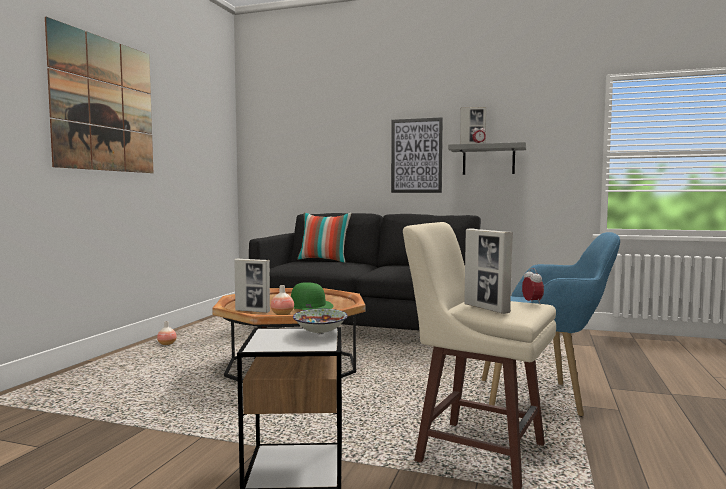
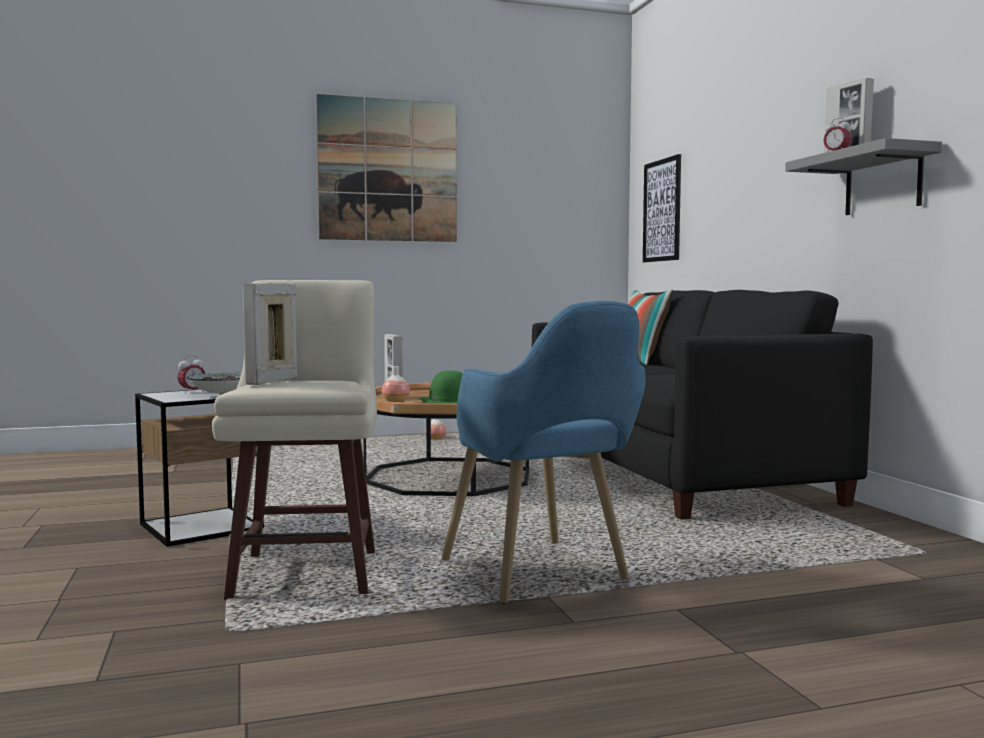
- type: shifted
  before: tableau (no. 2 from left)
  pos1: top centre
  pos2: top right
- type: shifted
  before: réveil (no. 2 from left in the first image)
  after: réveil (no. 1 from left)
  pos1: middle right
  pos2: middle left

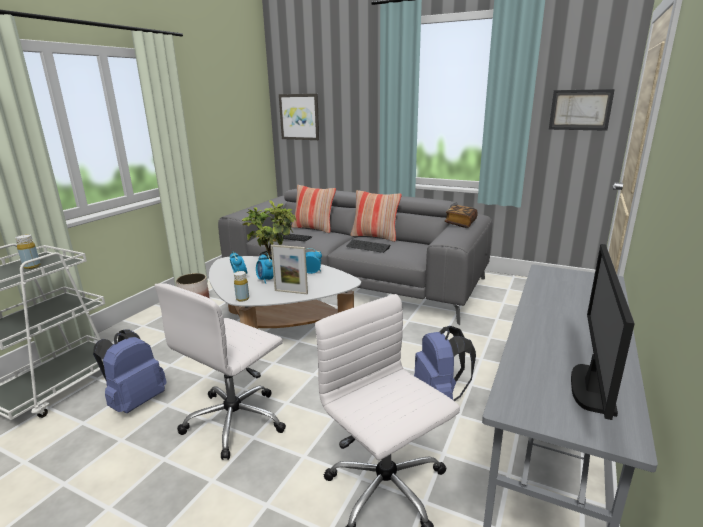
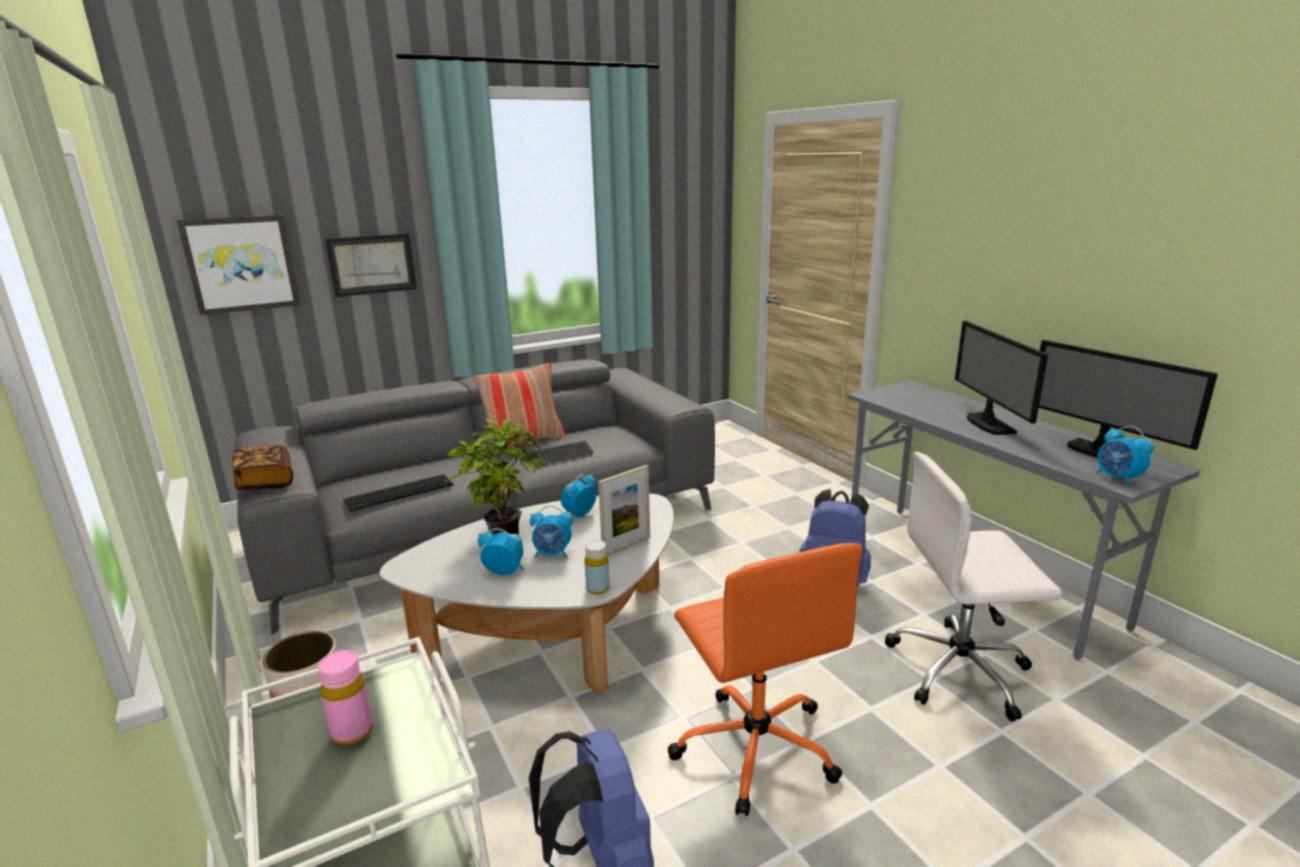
- type: repainted
  before: bouteille [jaune] (no. 1 from left)
  after: bouteille [rose]
  pos1: middle left
  pos2: bottom left
- type: repainted
  before: chaise de bureau [blanc] (no. 1 from left)
  after: chaise de bureau [orange]
  pos1: bottom left
  pos2: bottom centre
- type: gone
  before: coussin (no. 1 from left)
  pos1: centre
- type: shifted
  before: livre
  pos1: centre
  pos2: middle left
- type: shifted
  before: tableau (no. 2 from left)
  pos1: top right
  pos2: top left
- type: new
  after: écran d'ordinateur (no. 1 from left)
  pos2: middle right
- type: new
  after: réveil (no. 4 from left)
  pos2: middle right

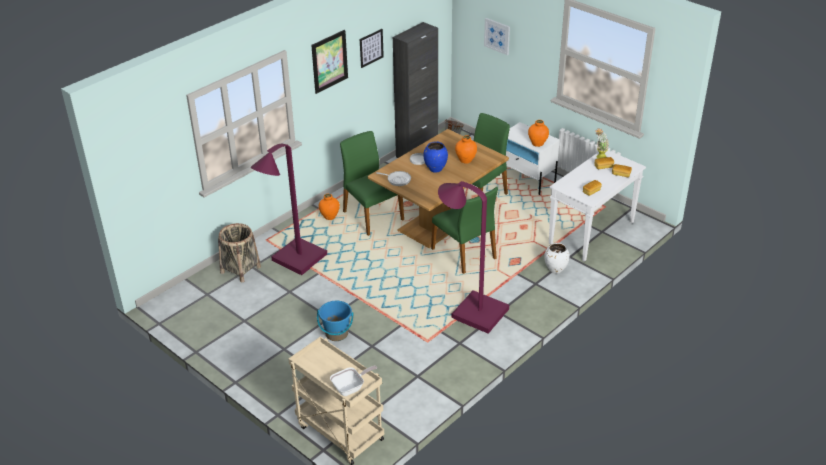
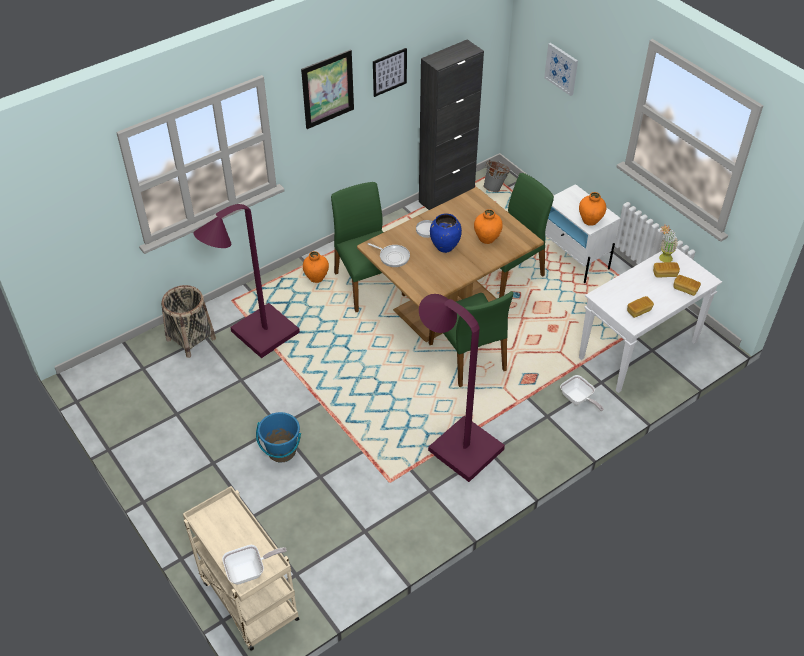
- type: swapped
  before: vase [blanc]
  after: poêle (no. 3 from left)
  pos1: middle right
  pos2: middle right

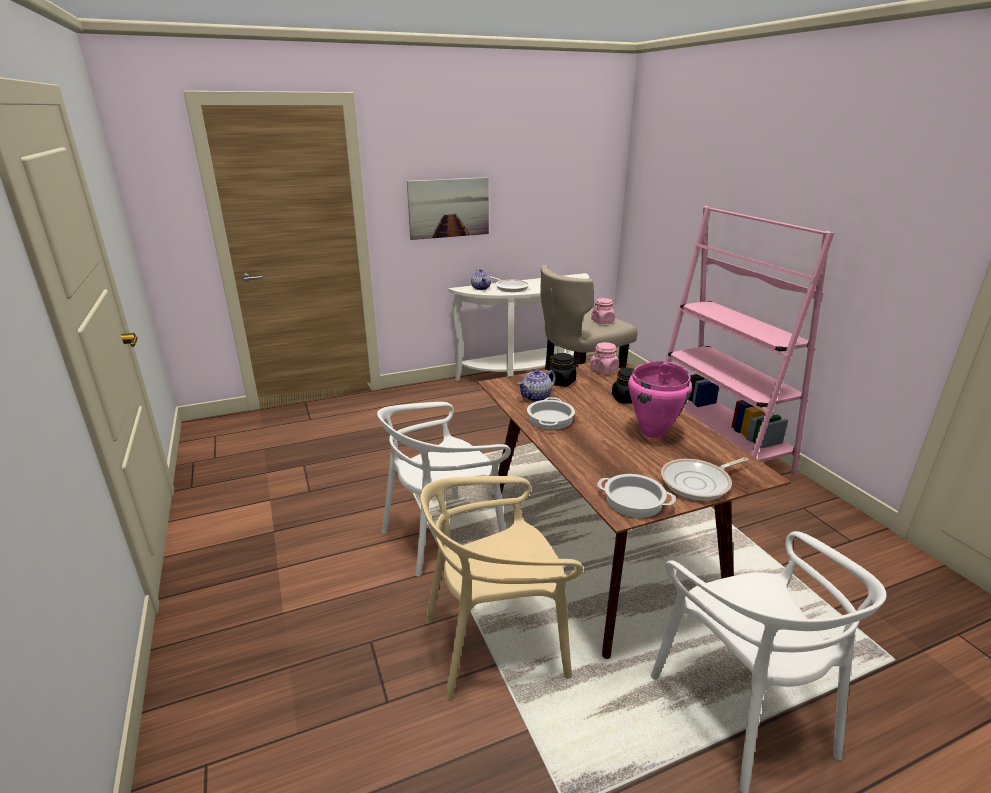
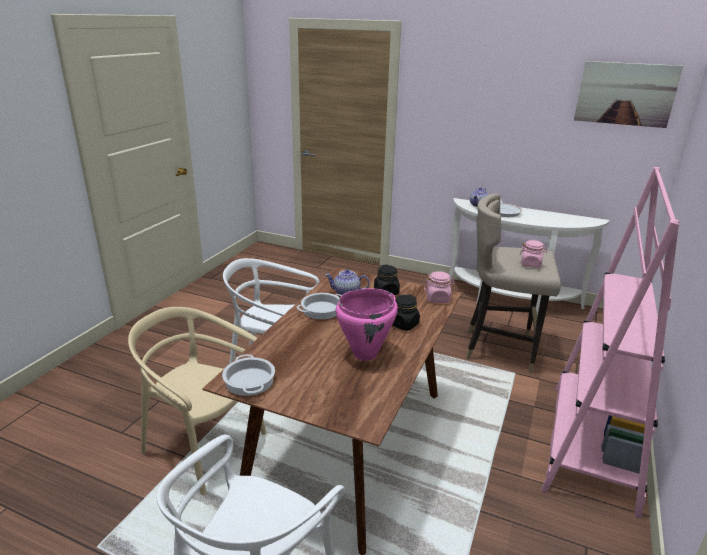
- type: shifted
  before: tableau
  pos1: top centre
  pos2: top right
- type: gone
  before: poêle (no. 2 from left)
  pos1: middle right

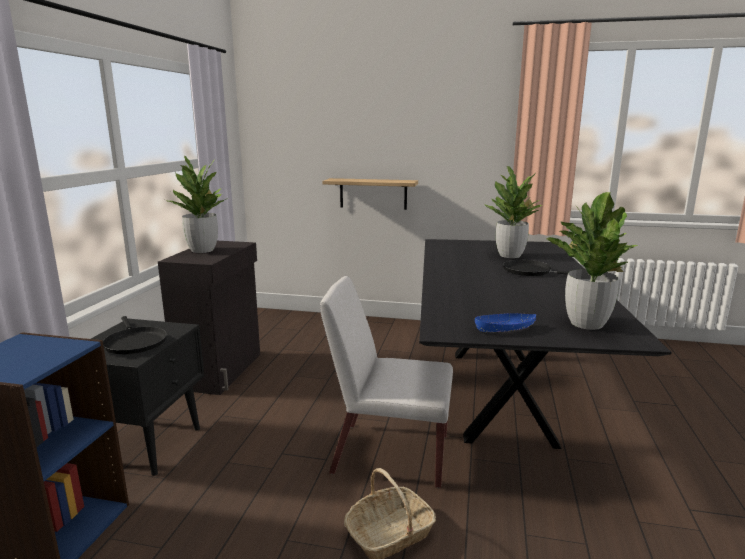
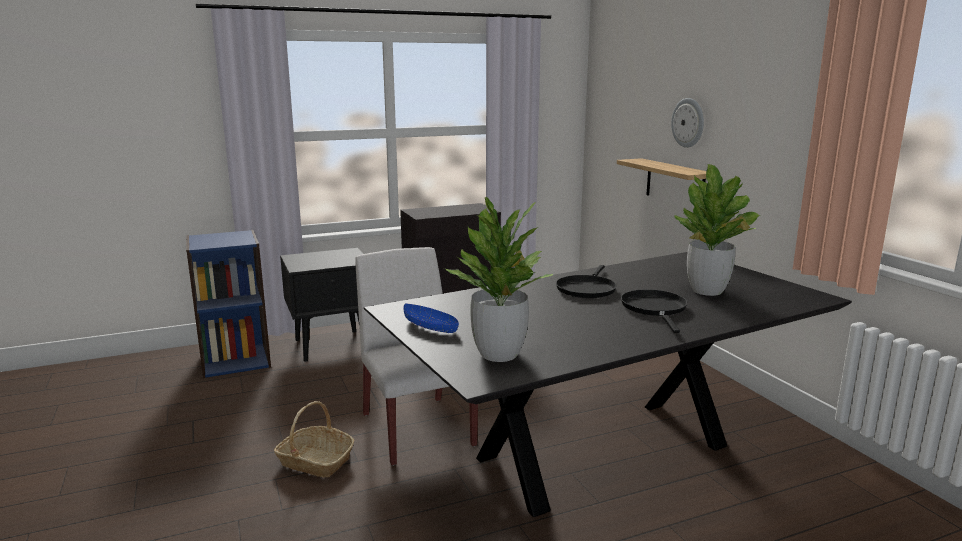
- type: shifted
  before: poêle [noir] (no. 1 from left)
  pos1: middle left
  pos2: centre
- type: gone
  before: plante en pot (no. 1 from left)
  pos1: middle left
- type: new
  after: horloge murale
  pos2: top right

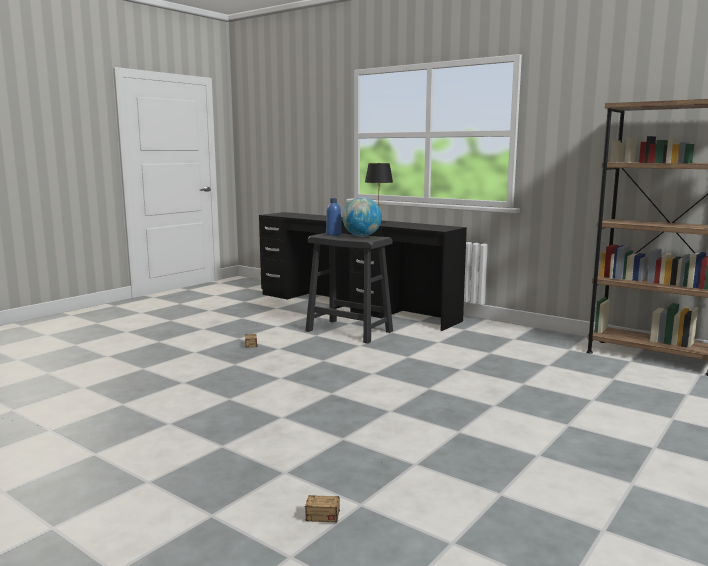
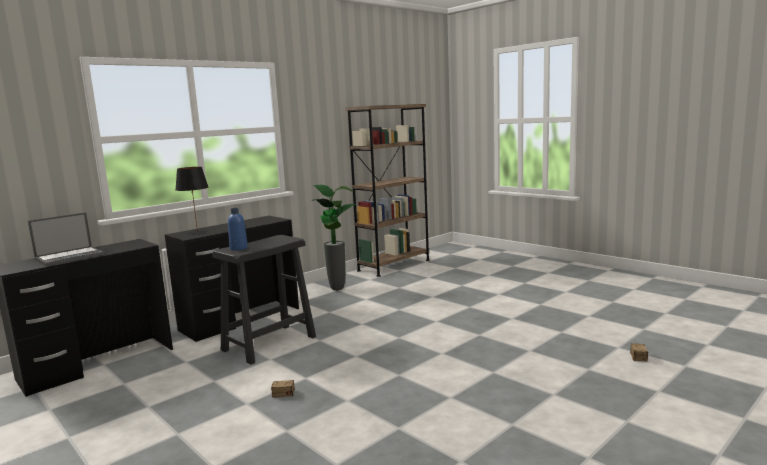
- type: gone
  before: globe
  pos1: centre
- type: new
  after: ordinateur portable
  pos2: middle left
- type: new
  after: plante en pot
  pos2: centre

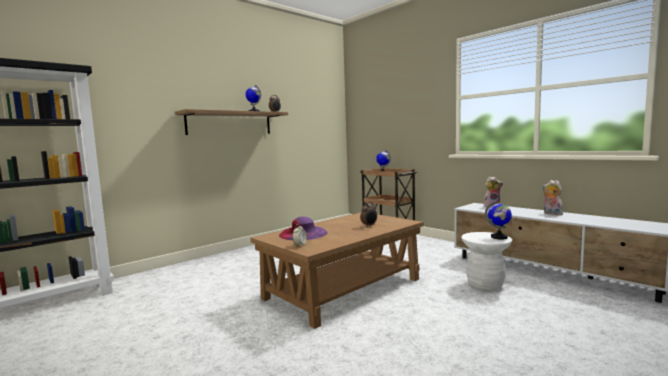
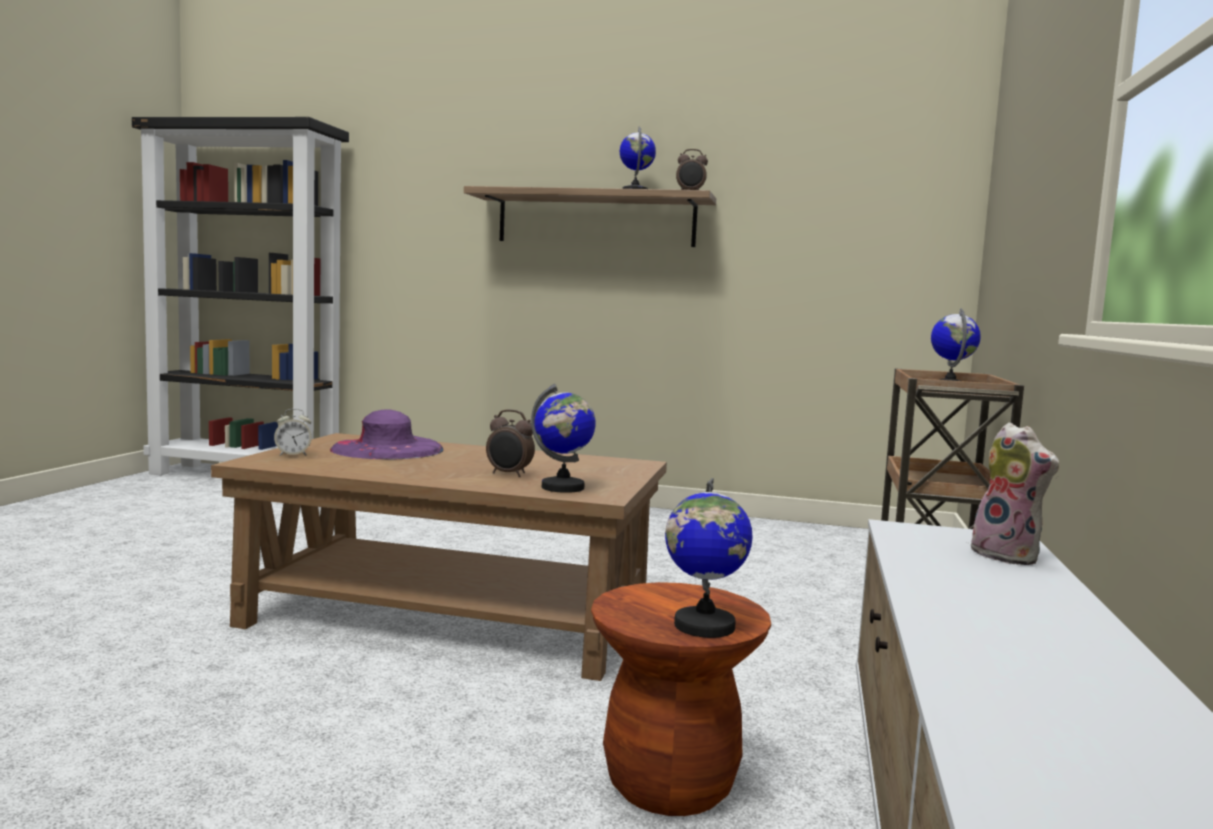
- type: repainted
  before: tabouret [blanc]
  after: tabouret [marron]
  pos1: bottom right
  pos2: bottom centre
- type: gone
  before: peluche (no. 2 from left)
  pos1: middle right
- type: new
  after: globe (no. 1 from left)
  pos2: centre

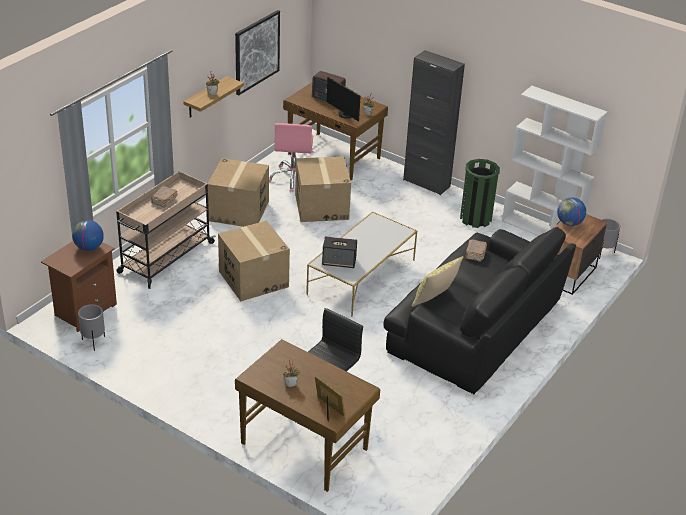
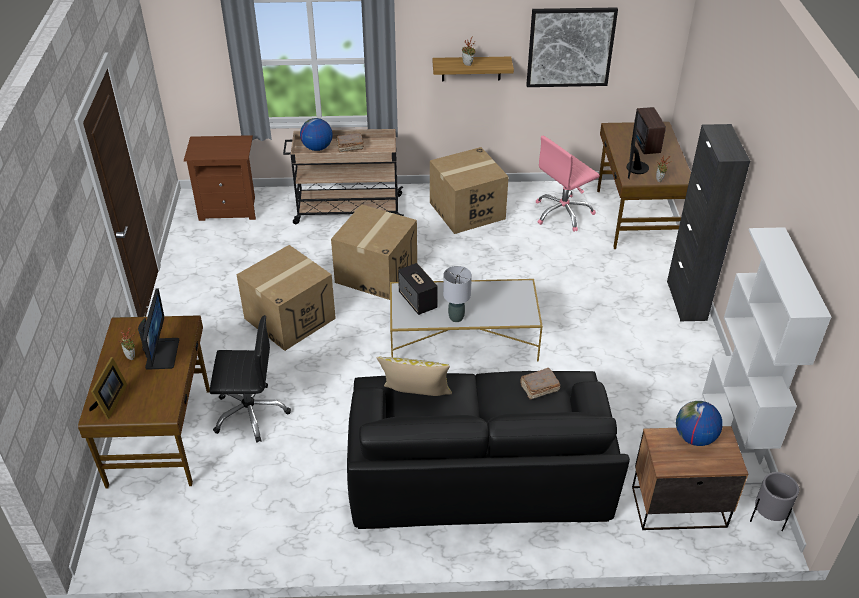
- type: shifted
  before: globe (no. 1 from left)
  pos1: middle left
  pos2: top centre
- type: gone
  before: cache-pot [gris] (no. 1 from left)
  pos1: middle left
- type: shifted
  before: carton (no. 3 from left in the first image)
  after: carton (no. 1 from left)
  pos1: centre
  pos2: middle left
- type: gone
  before: poubelle [vert]
  pos1: middle right
- type: new
  after: écran d'ordinateur (no. 1 from left)
  pos2: middle left
- type: new
  after: lampe de table [gris]
  pos2: centre

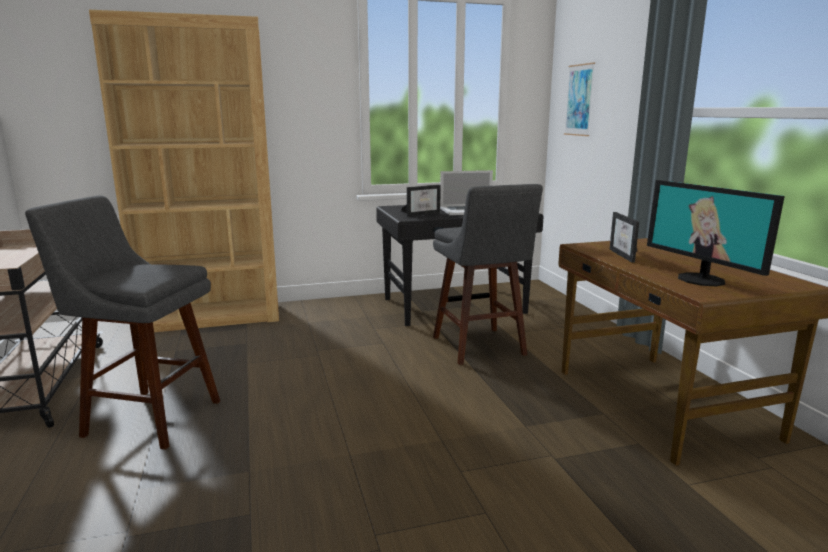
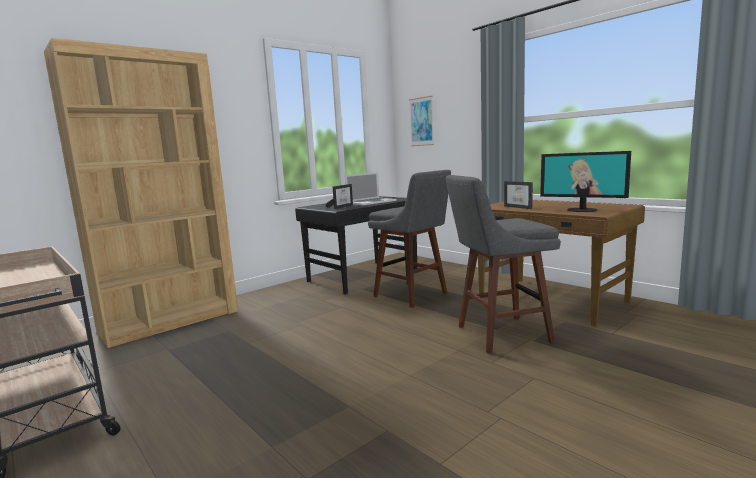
- type: shifted
  before: tabouret [gris] (no. 1 from left in the first image)
  after: tabouret [gris] (no. 2 from left)
  pos1: middle left
  pos2: centre

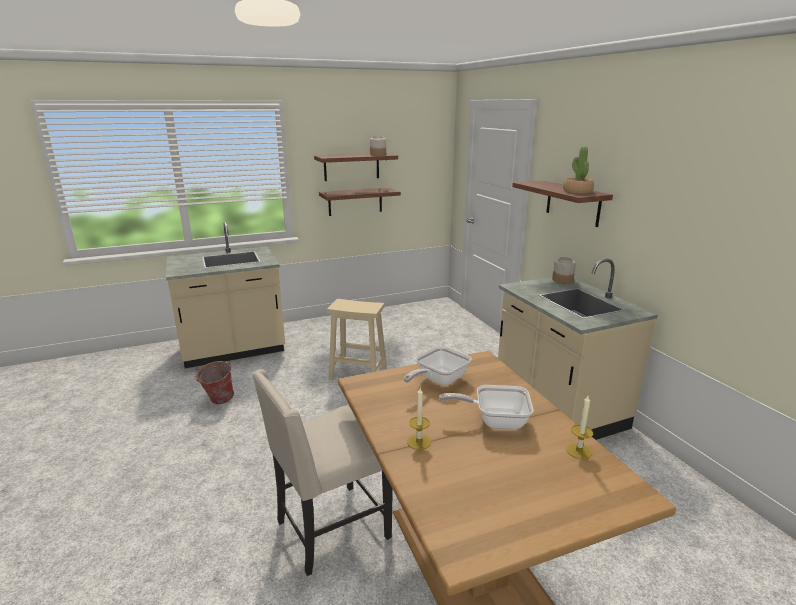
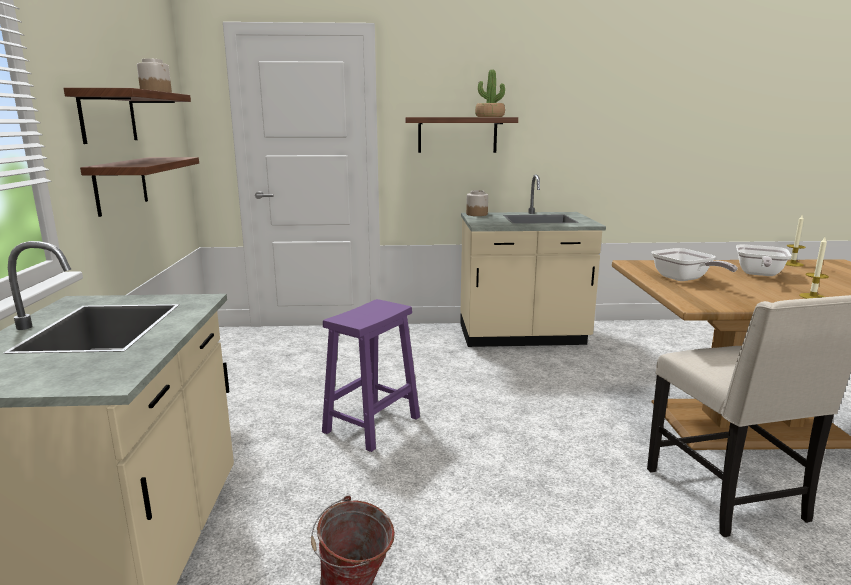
- type: repainted
  before: tabouret [beige]
  after: tabouret [violet]
  pos1: centre
  pos2: centre

